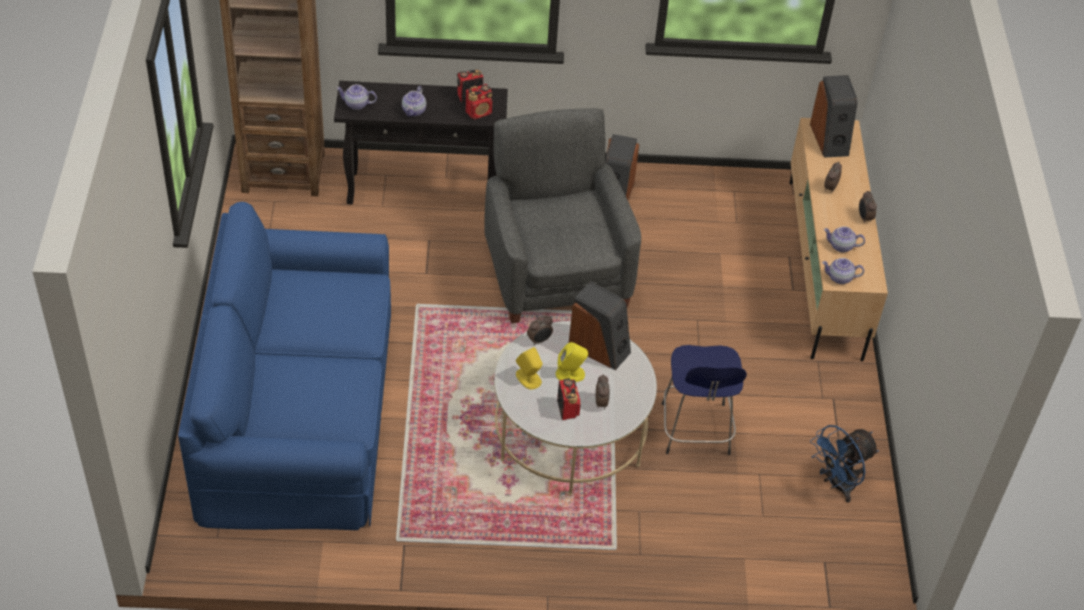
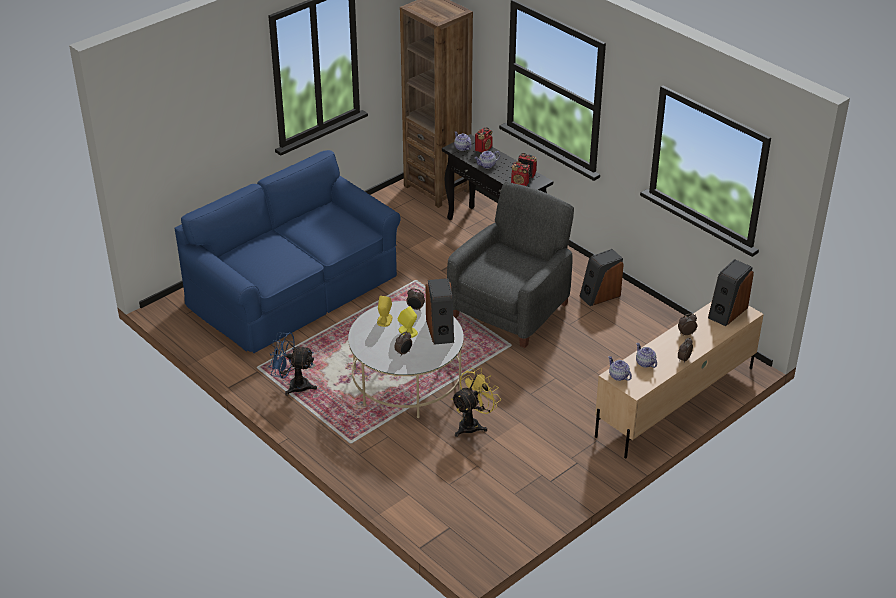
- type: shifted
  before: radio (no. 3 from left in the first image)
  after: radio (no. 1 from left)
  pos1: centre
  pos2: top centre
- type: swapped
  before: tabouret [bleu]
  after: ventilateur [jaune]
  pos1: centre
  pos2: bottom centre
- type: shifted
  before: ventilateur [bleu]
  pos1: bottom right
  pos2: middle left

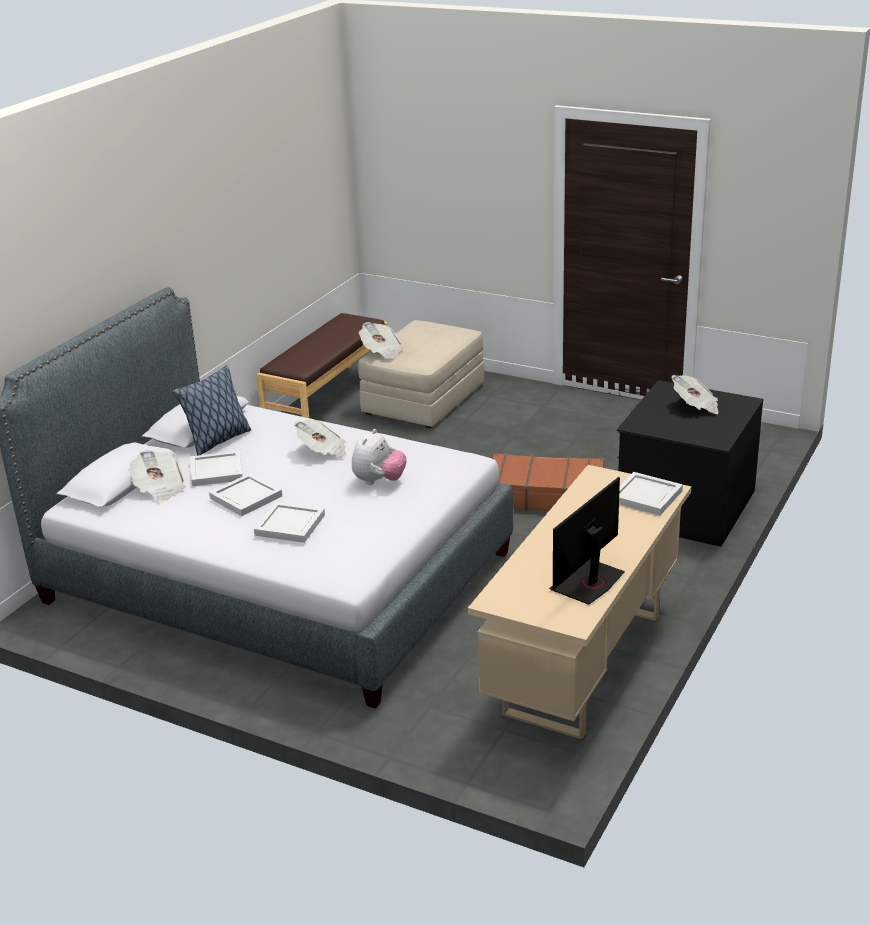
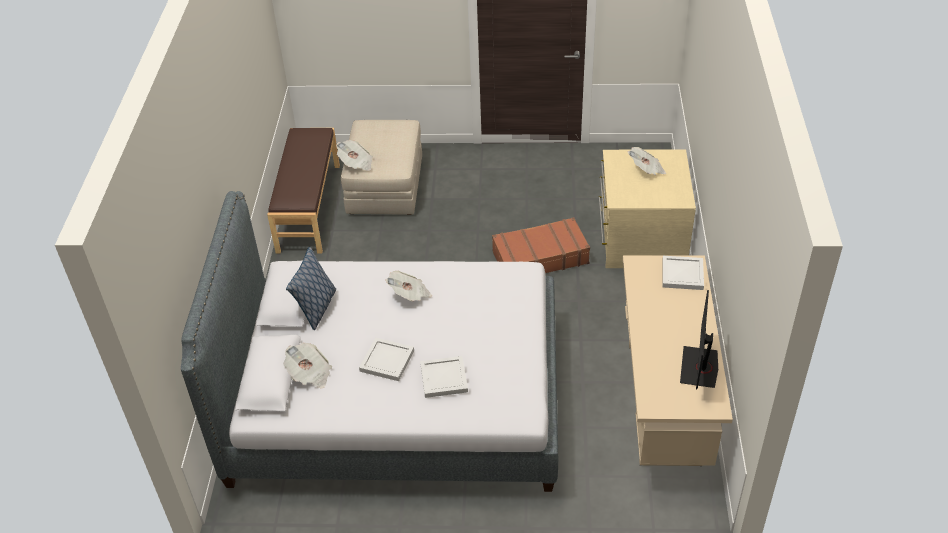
- type: gone
  before: plateau [blanc] (no. 1 from left)
  pos1: middle left
- type: gone
  before: peluche
  pos1: centre
- type: repainted
  before: commode [noir]
  after: commode [beige]
  pos1: middle right
  pos2: middle right

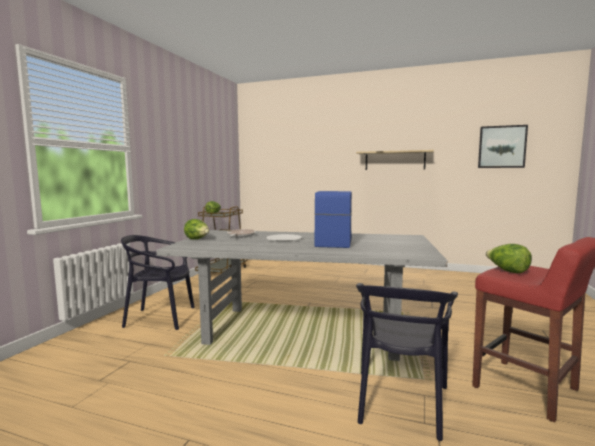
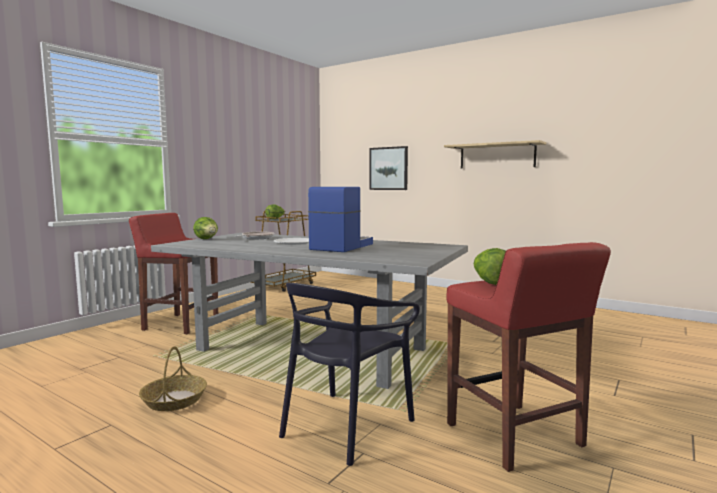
- type: swapped
  before: chaise [noir] (no. 1 from left)
  after: tabouret [rouge] (no. 1 from left)
  pos1: middle left
  pos2: middle left
- type: shifted
  before: tableau
  pos1: top right
  pos2: centre
- type: new
  after: panier
  pos2: bottom left

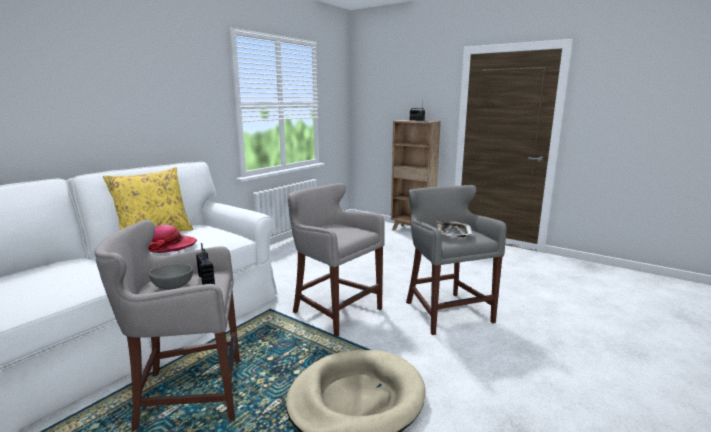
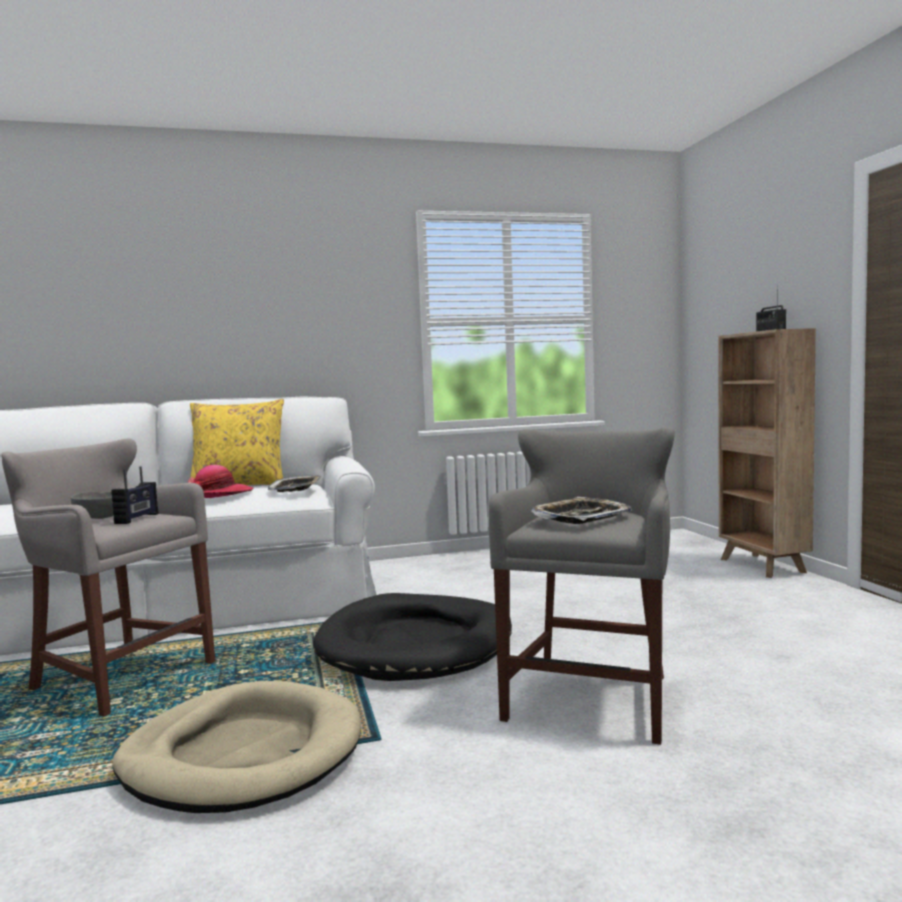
- type: swapped
  before: tabouret [gris] (no. 2 from left)
  after: panier pour chien [noir]
  pos1: centre
  pos2: bottom centre
- type: new
  after: plateau (no. 1 from left)
  pos2: middle left

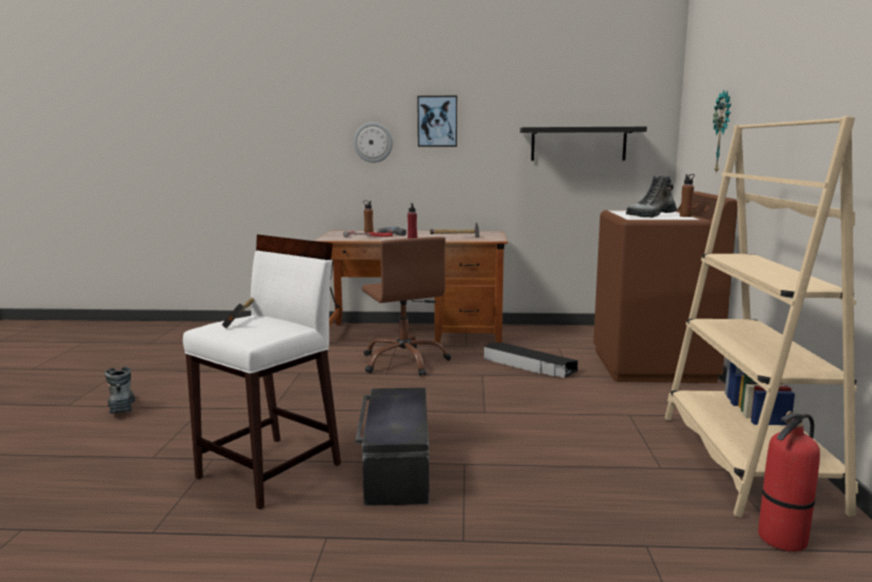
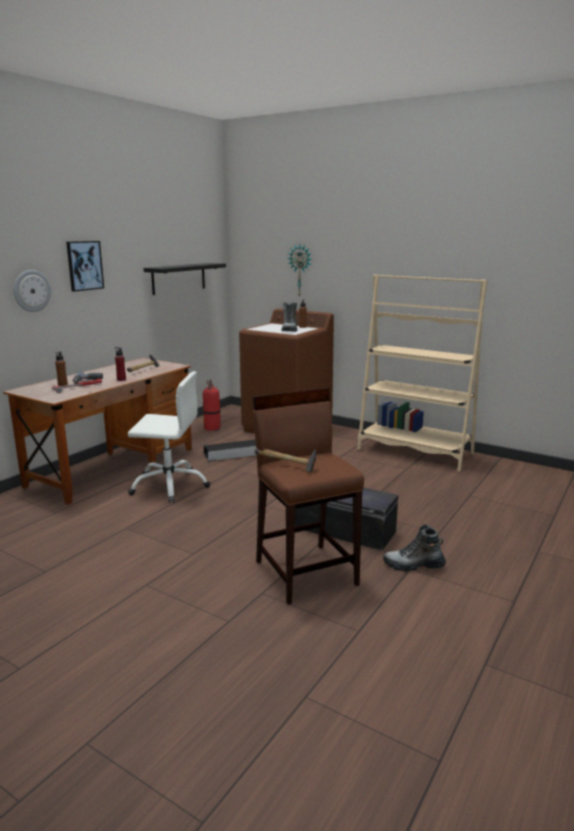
- type: shifted
  before: botte (no. 1 from left in the first image)
  after: botte (no. 2 from left)
  pos1: bottom left
  pos2: middle right
- type: repainted
  before: tabouret [blanc]
  after: tabouret [marron]
  pos1: middle left
  pos2: centre
- type: repainted
  before: chaise de bureau [marron]
  after: chaise de bureau [blanc]
  pos1: centre
  pos2: middle left
- type: shifted
  before: extincteur
  pos1: bottom right
  pos2: centre

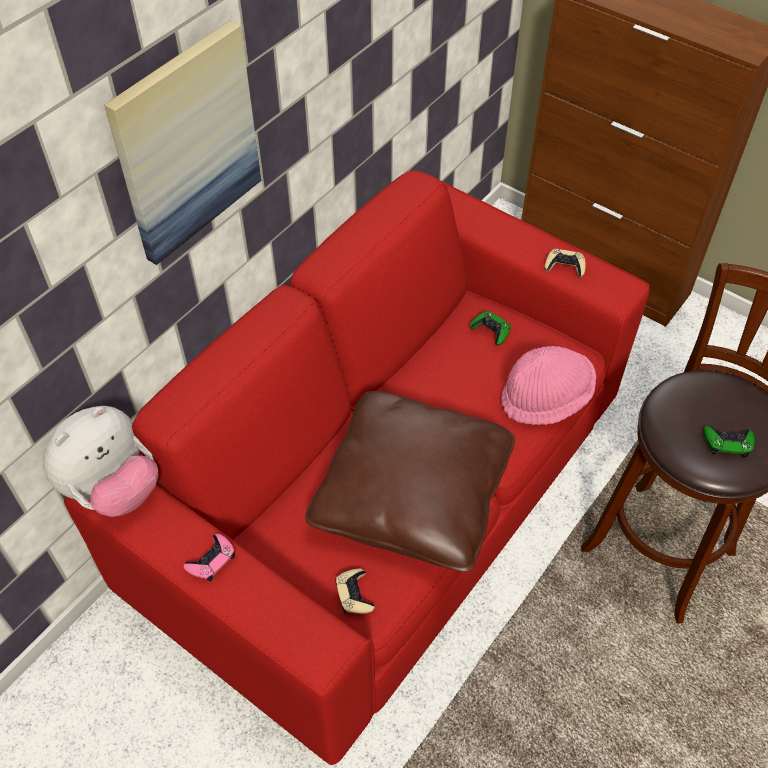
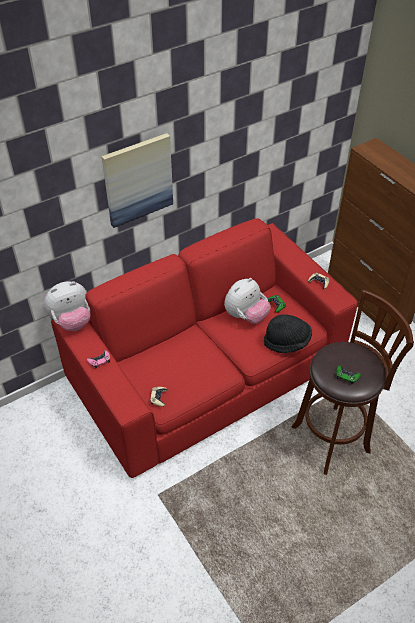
- type: gone
  before: coussin [marron]
  pos1: centre
- type: repainted
  before: chapeau [rose]
  after: chapeau [noir]
  pos1: middle right
  pos2: middle right
- type: new
  after: peluche (no. 2 from left)
  pos2: centre

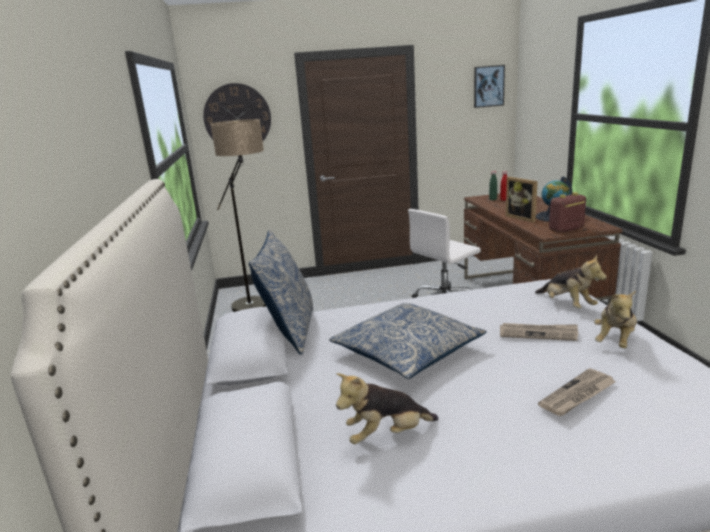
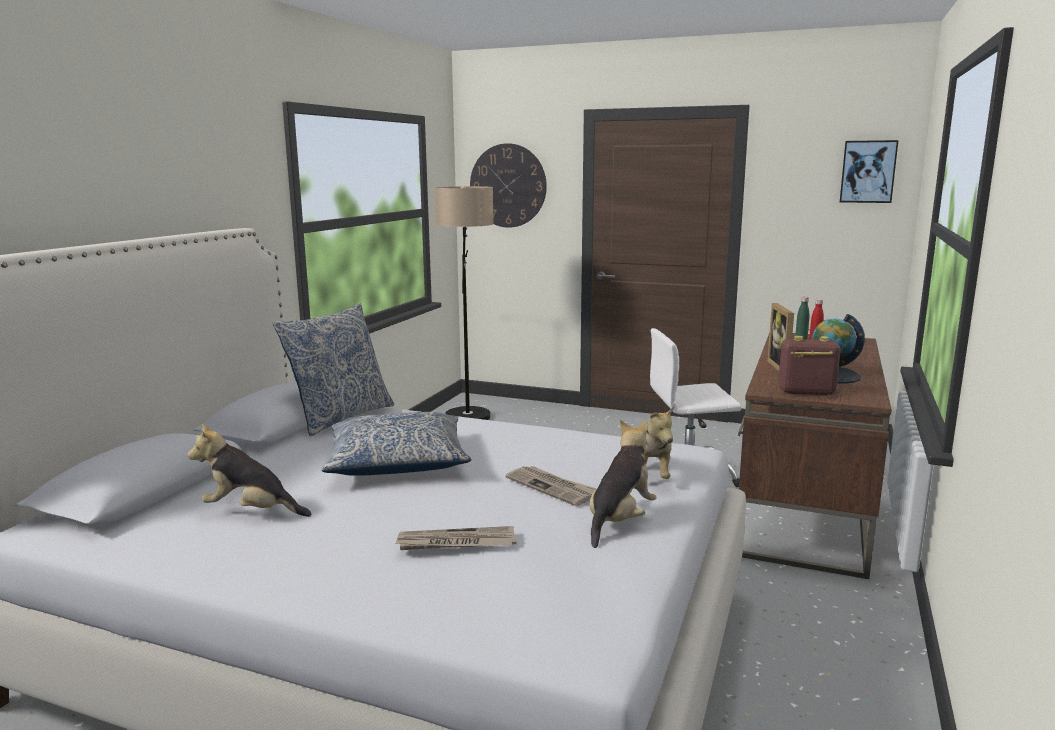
- type: rotated
  before: peluche (no. 3 from left in the first image)
  pos1: middle right
  pos2: centre
  turn: 150

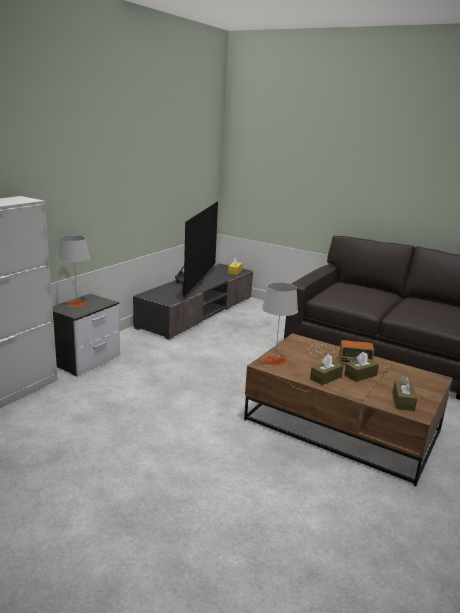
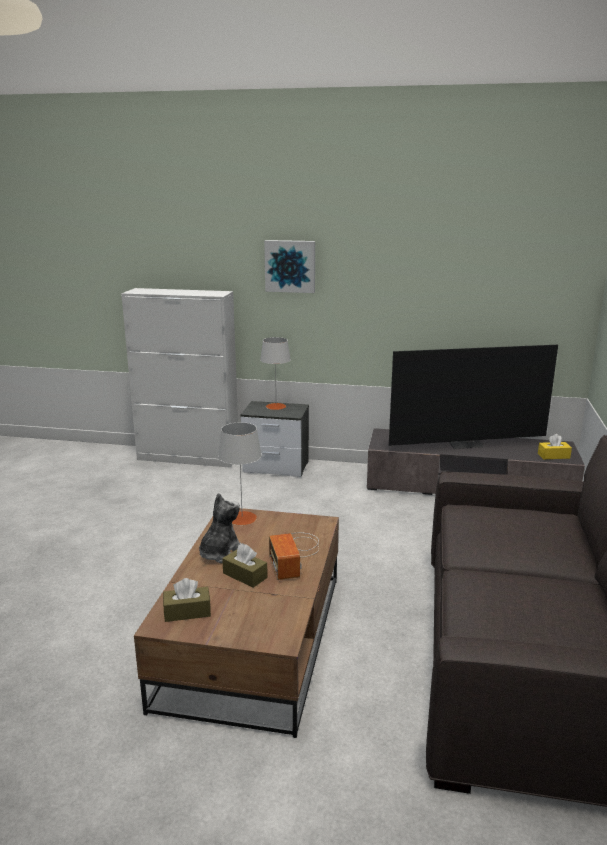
- type: swapped
  before: boîte à mouchoirs [marron] (no. 1 from left)
  after: peluche
  pos1: middle right
  pos2: centre
- type: new
  after: tableau
  pos2: top centre

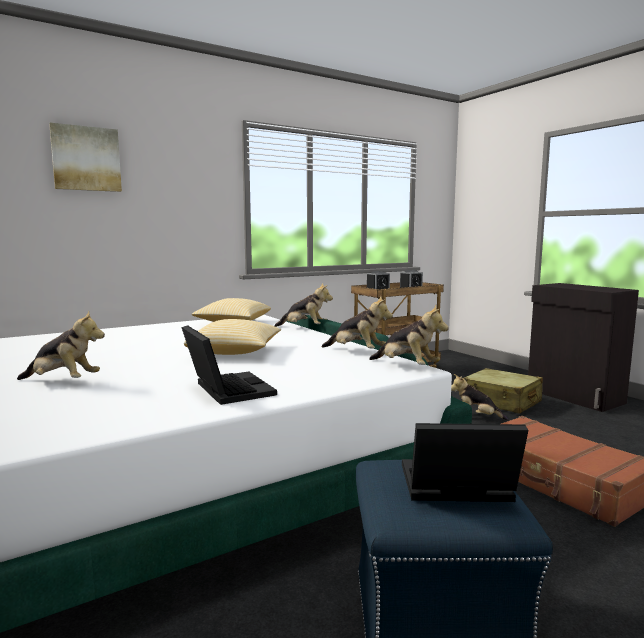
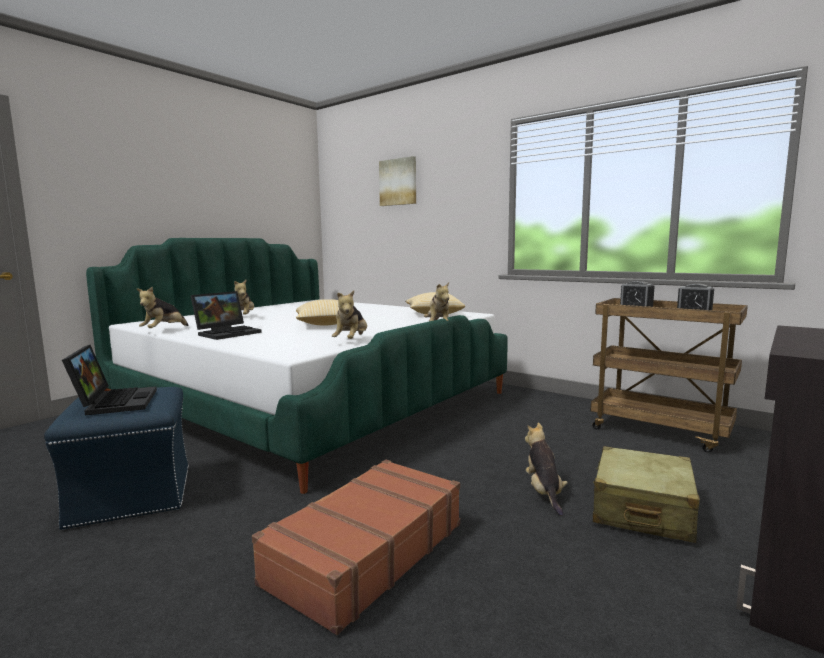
- type: shifted
  before: peluche (no. 4 from left in the first image)
  after: peluche (no. 1 from left)
  pos1: centre
  pos2: middle left

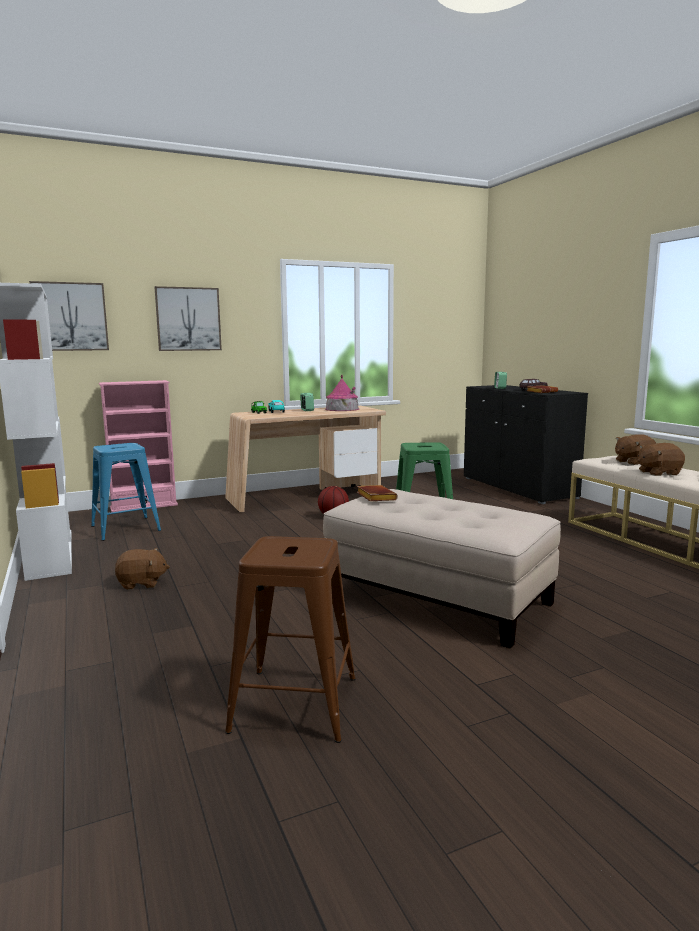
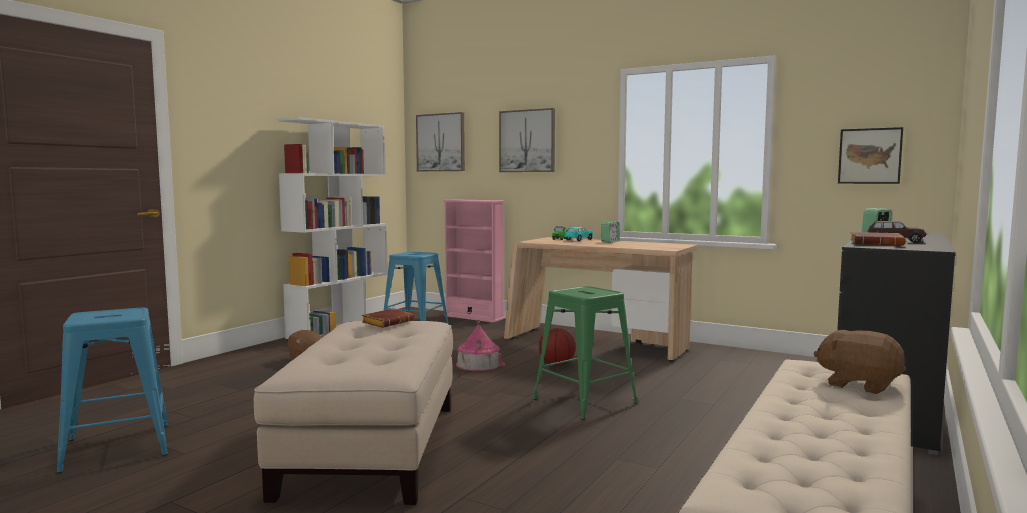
- type: repainted
  before: tabouret [marron]
  after: tabouret [bleu] (no. 1 from left)
  pos1: bottom centre
  pos2: bottom left
- type: shifted
  before: maison miniature
  pos1: centre
  pos2: bottom centre
- type: gone
  before: peluche [marron] (no. 3 from left)
  pos1: middle right
- type: new
  after: tableau (no. 3 from left)
  pos2: top right

